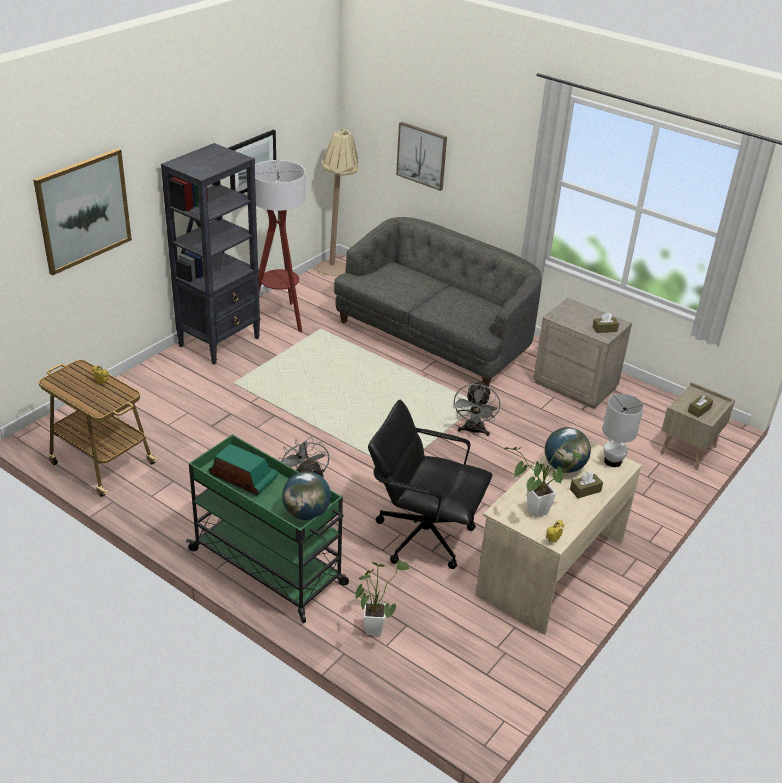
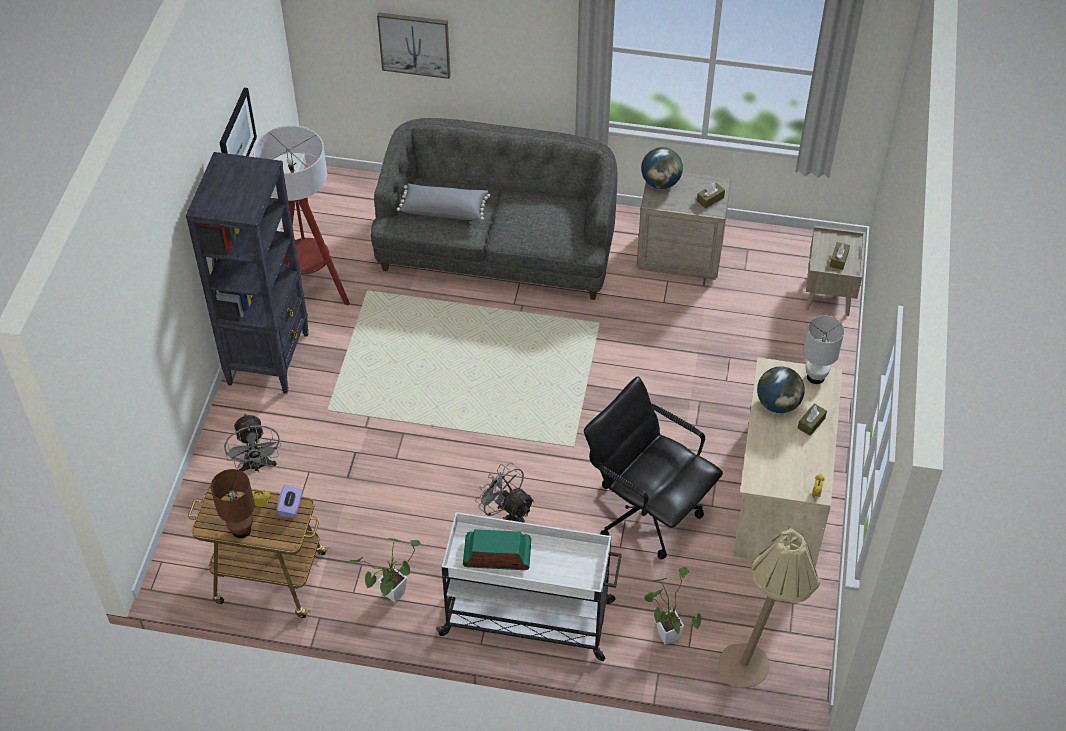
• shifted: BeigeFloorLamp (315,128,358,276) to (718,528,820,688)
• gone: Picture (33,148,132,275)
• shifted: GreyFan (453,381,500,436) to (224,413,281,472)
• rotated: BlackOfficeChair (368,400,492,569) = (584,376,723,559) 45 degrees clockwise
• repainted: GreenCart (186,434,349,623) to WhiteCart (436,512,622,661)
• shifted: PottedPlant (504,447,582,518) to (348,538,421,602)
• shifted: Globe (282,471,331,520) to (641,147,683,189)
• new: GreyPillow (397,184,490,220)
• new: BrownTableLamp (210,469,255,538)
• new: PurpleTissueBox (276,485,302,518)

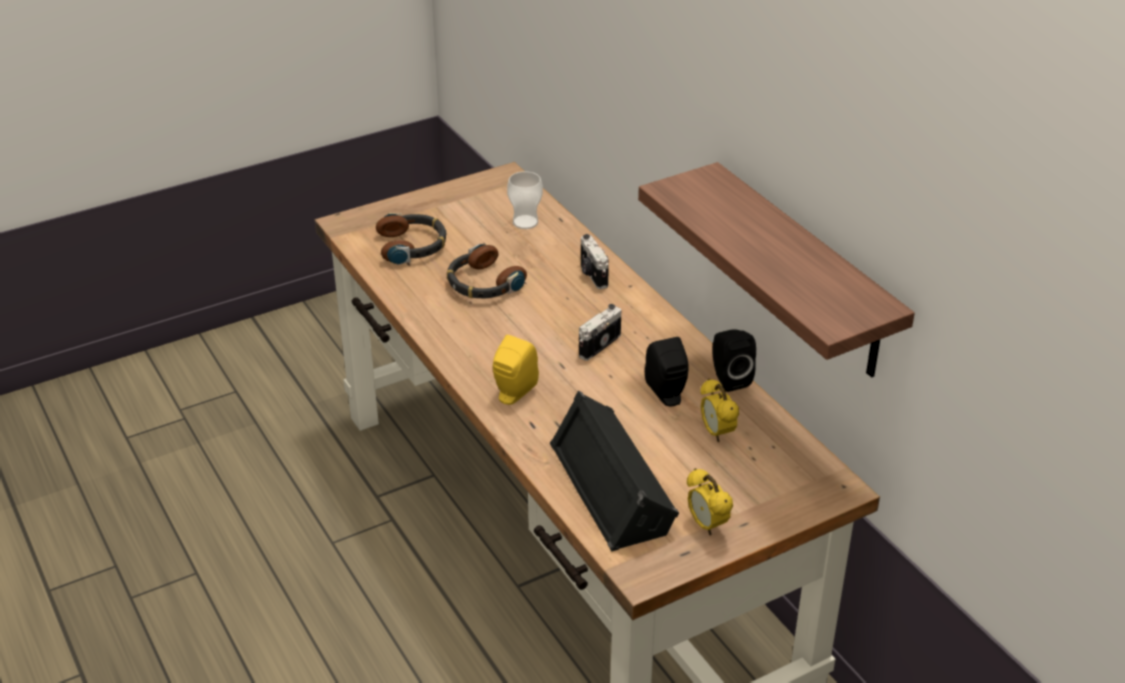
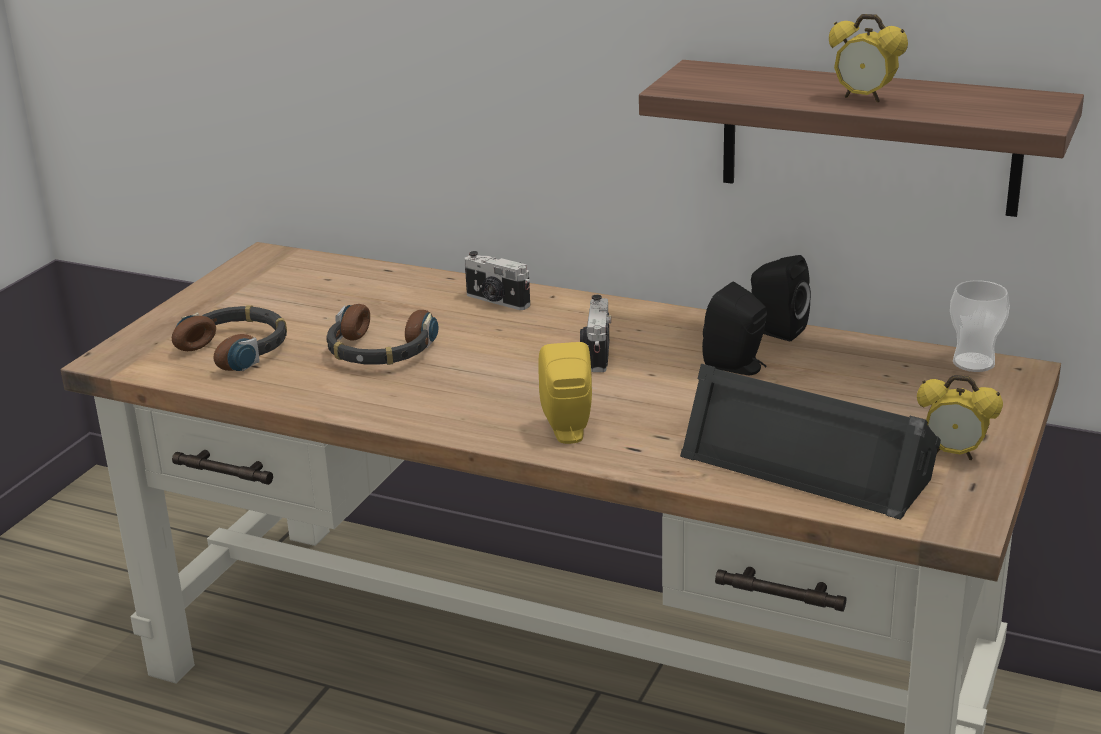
• shifted: Cup (507,171,543,229) to (950,280,1010,372)
• shifted: AlarmClock (700,378,739,442) to (829,14,908,103)

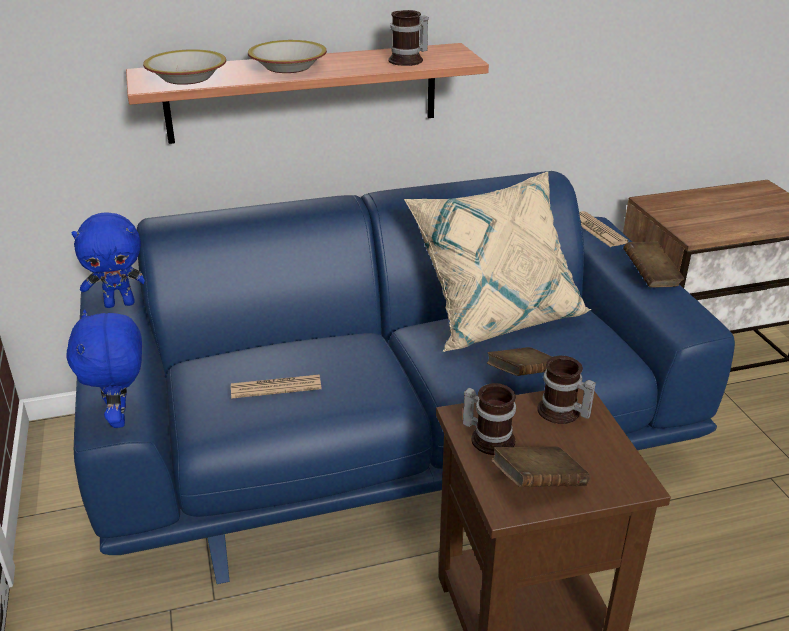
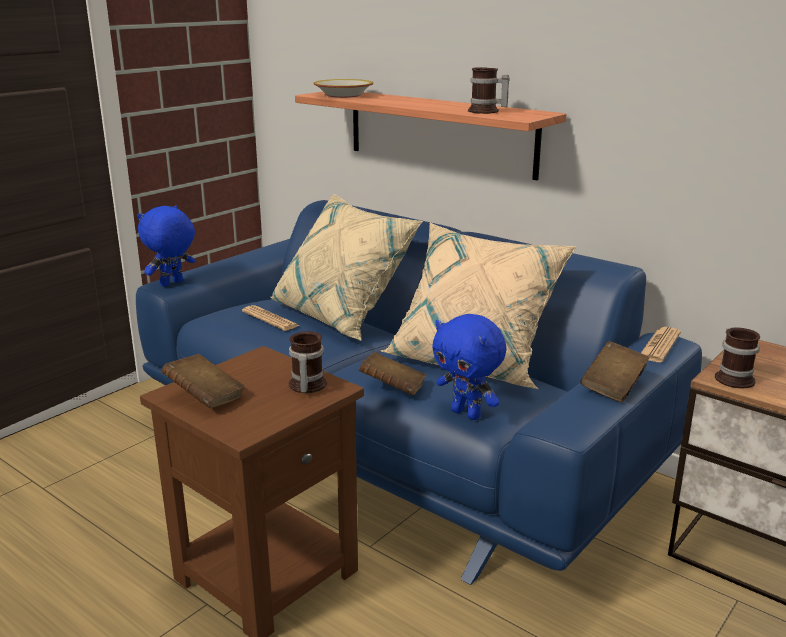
• gone: Bowl (248,40,327,73)
• shifted: BluePlushToy (72,213,145,308) to (432,314,506,420)
• shifted: Mug (463,383,516,455) to (715,327,760,388)
• new: BeigePillow (271,193,423,341)

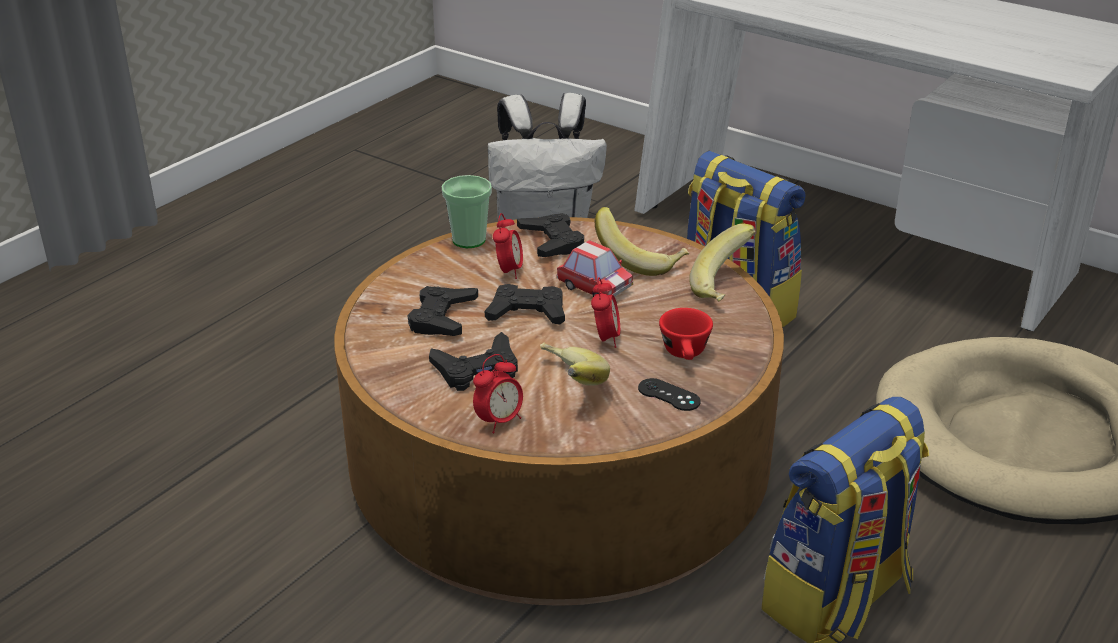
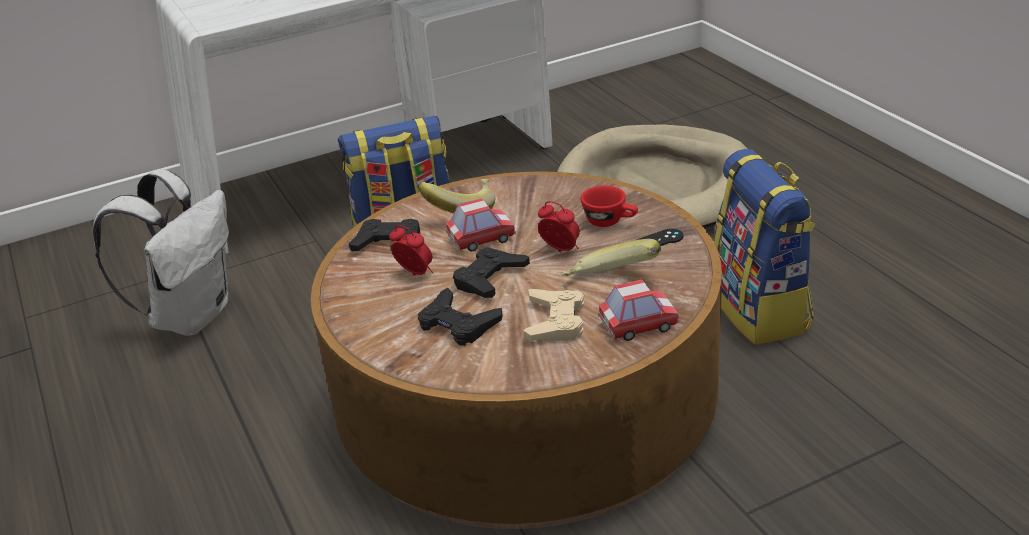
• gone: Cup (442,175,492,248)
• gone: Banana (689,223,756,301)
• repainted: BlackGameController (429,332,518,391) to BeigeGameController (524,289,584,341)
• swapped: AlarmClock (473,354,523,433) to ToyCar (599,280,679,341)

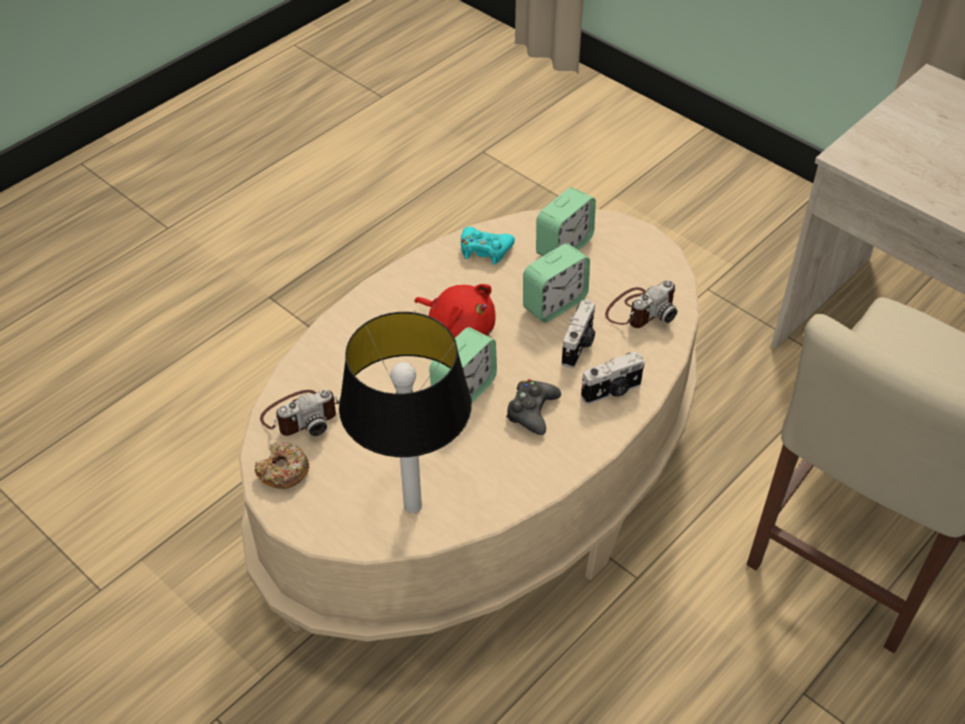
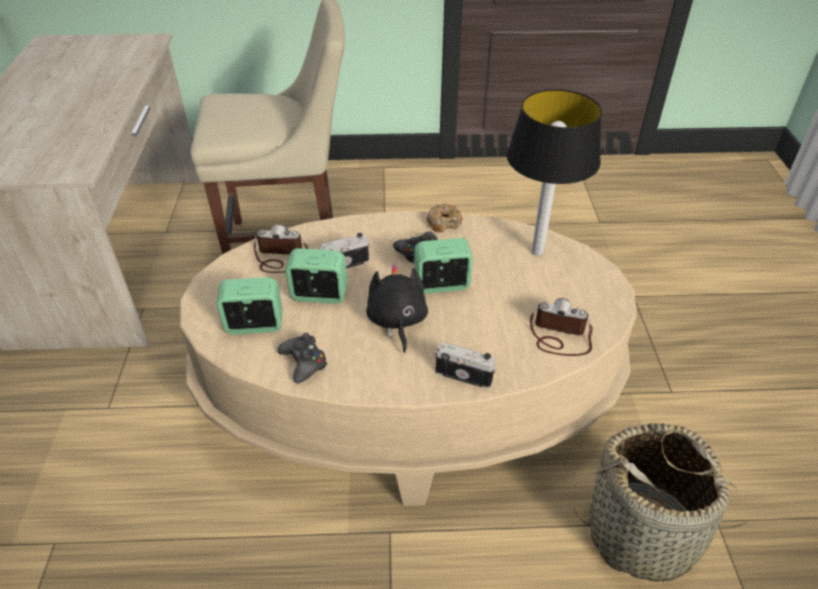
• repainted: TurquoiseGameController (461,227,515,265) to BlackGameController (278,333,328,384)
• repainted: RedPlushToy (415,284,496,338) to BlackPlushToy (366,264,428,353)
• shifted: PhotoCamera (581,352,645,404) to (435,342,496,389)
• shifted: Donut (255,442,309,489) to (427,204,462,232)
• new: Basket (574,423,752,582)

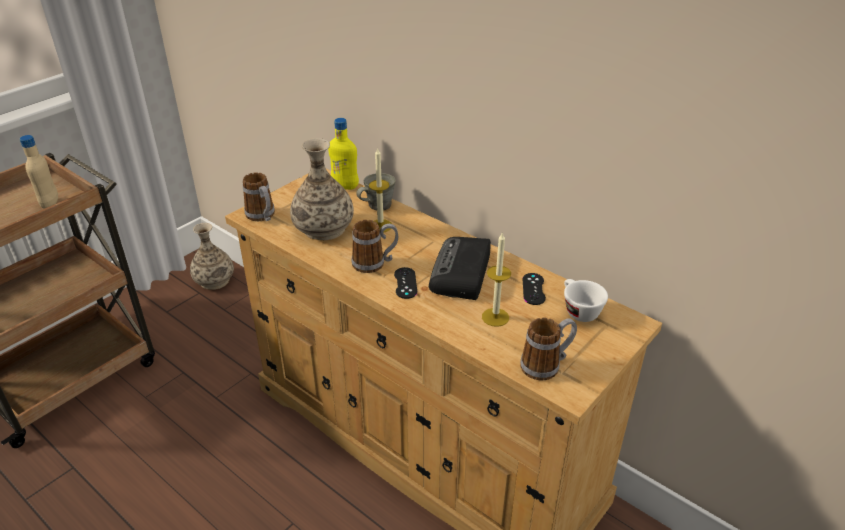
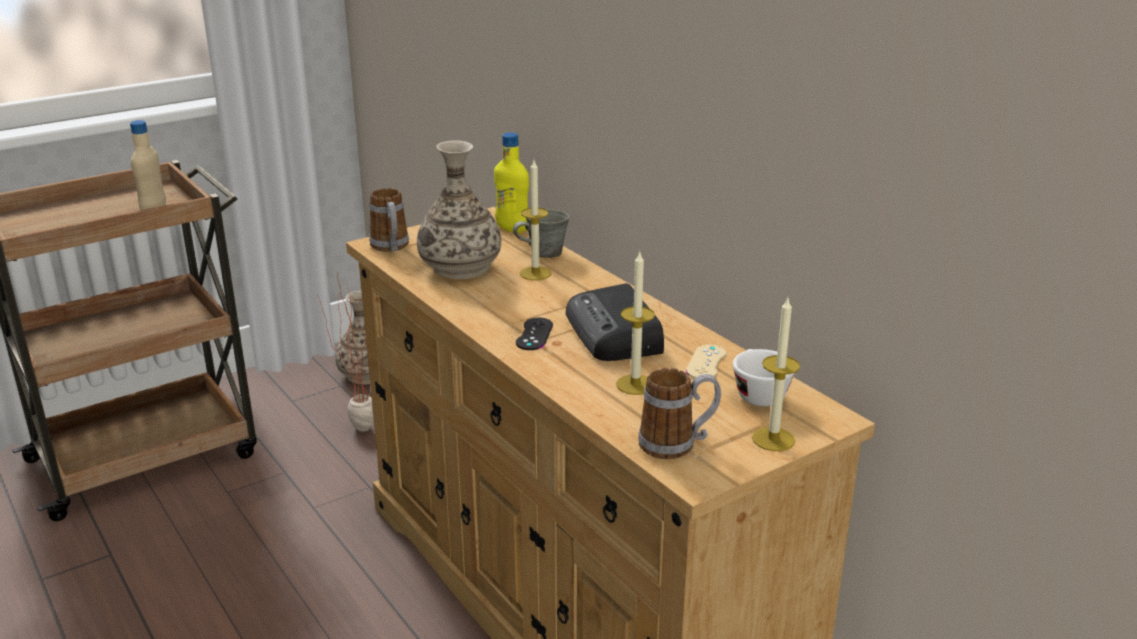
• gone: Mug (352,220,398,273)
• rotated: Radio (429,237,491,300) = (566,283,664,361) 45 degrees counterclockwise
• repainted: BlackGameController (523,273,546,305) to BeigeGameController (686,344,726,378)
• new: PottedPlant (317,271,374,432)
• new: Candle (752,298,800,451)

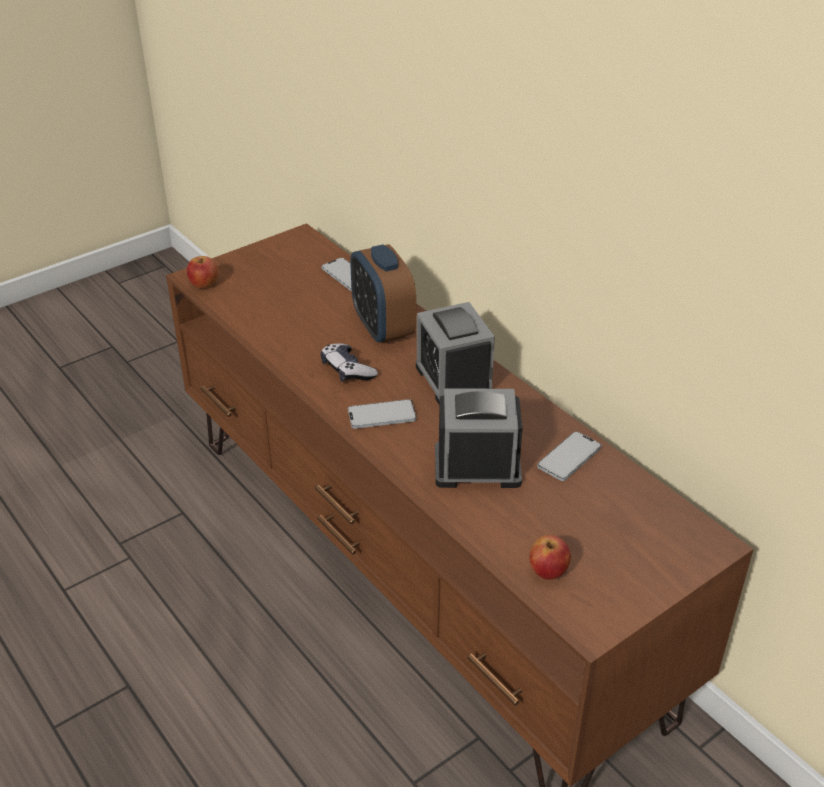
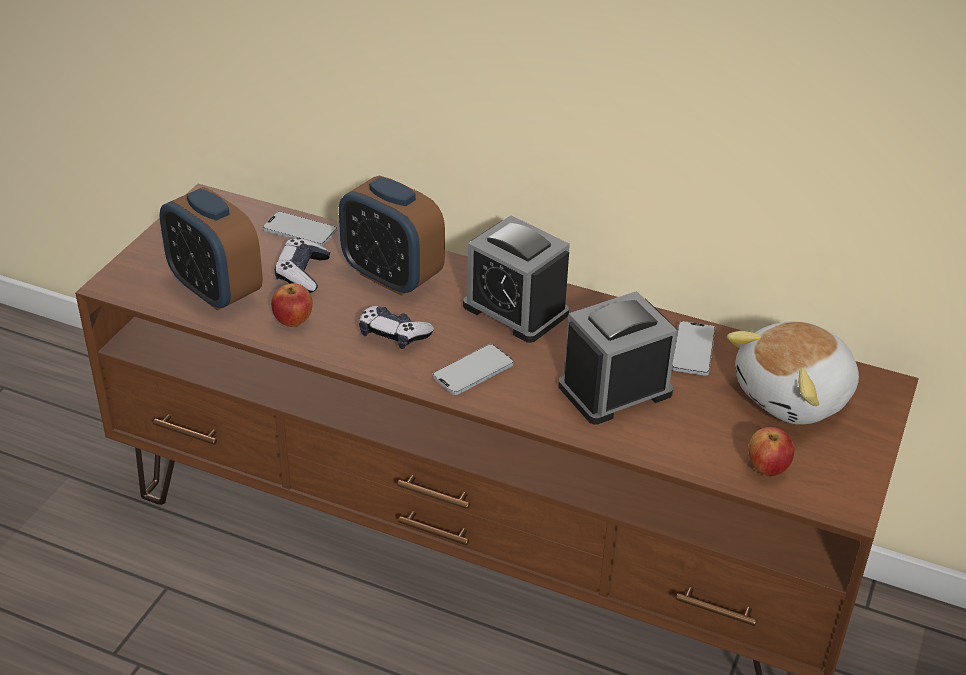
• shifted: Apple (187,256,218,289) to (271,283,313,327)
• new: AlarmClock (160,187,263,311)
• new: GameController (275,238,330,293)
• new: PlushToy (727,321,859,424)

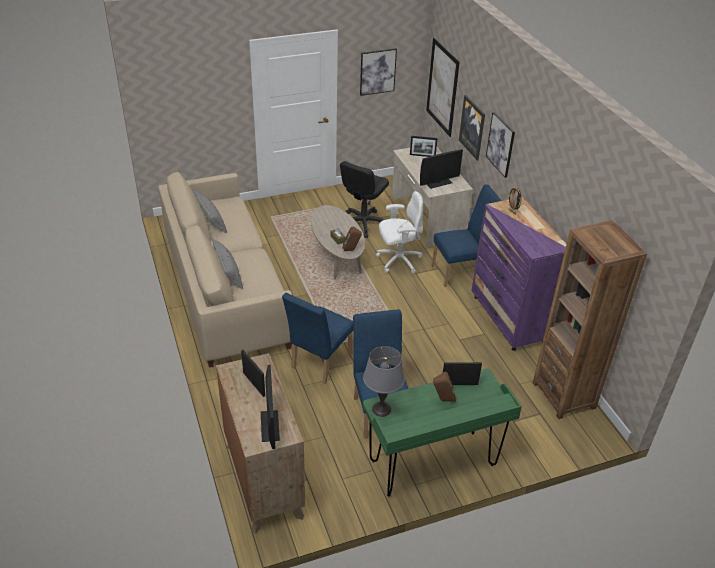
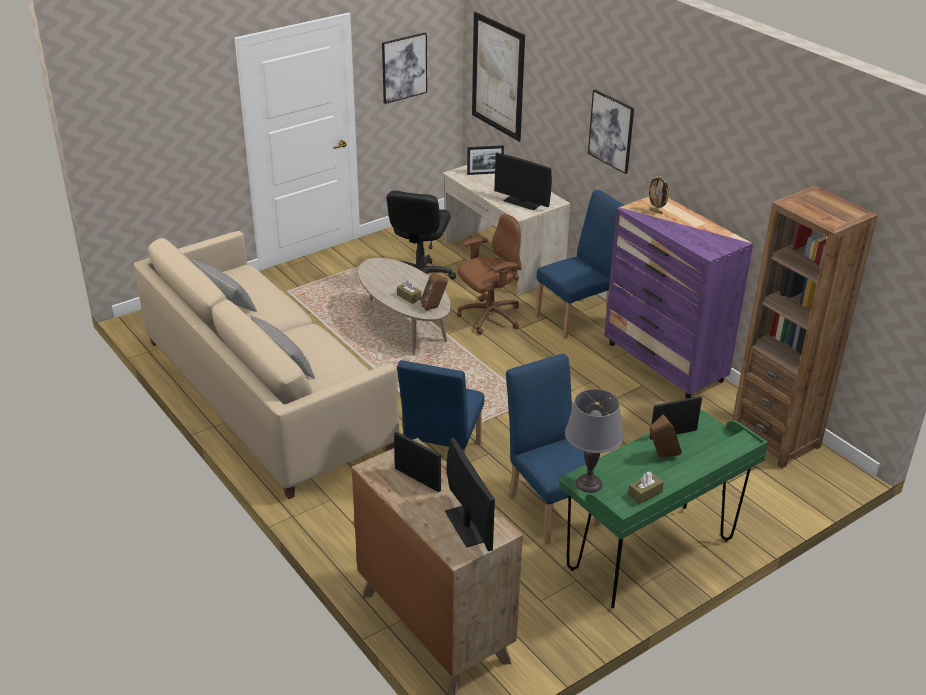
• gone: Picture (459,95,485,161)
• rotated: Monitor (420,149,463,189) = (495,153,552,210) 75 degrees clockwise
• repainted: WhiteOfficeChair (376,191,423,274) to BrownOfficeChair (457,214,522,335)
• new: BrownTissueBox (628,472,664,504)

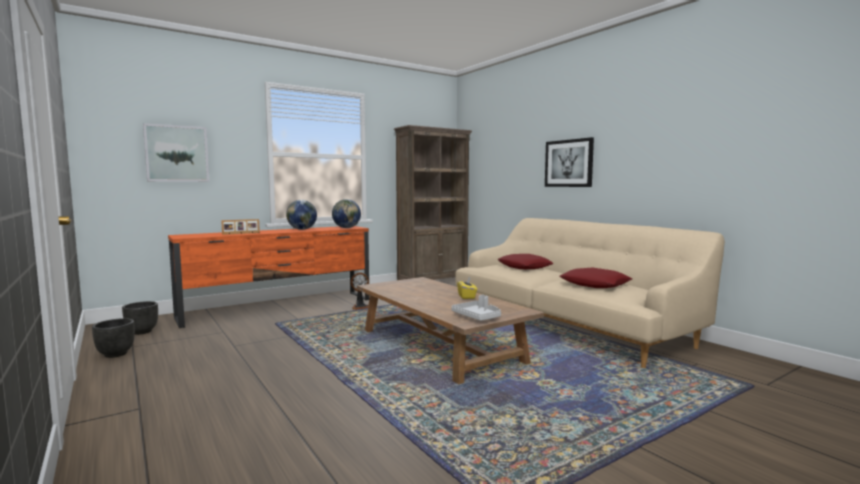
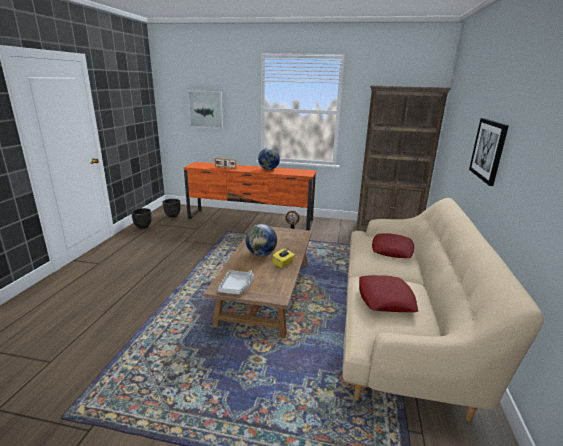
• shifted: Globe (332,199,361,228) to (245,224,277,256)

